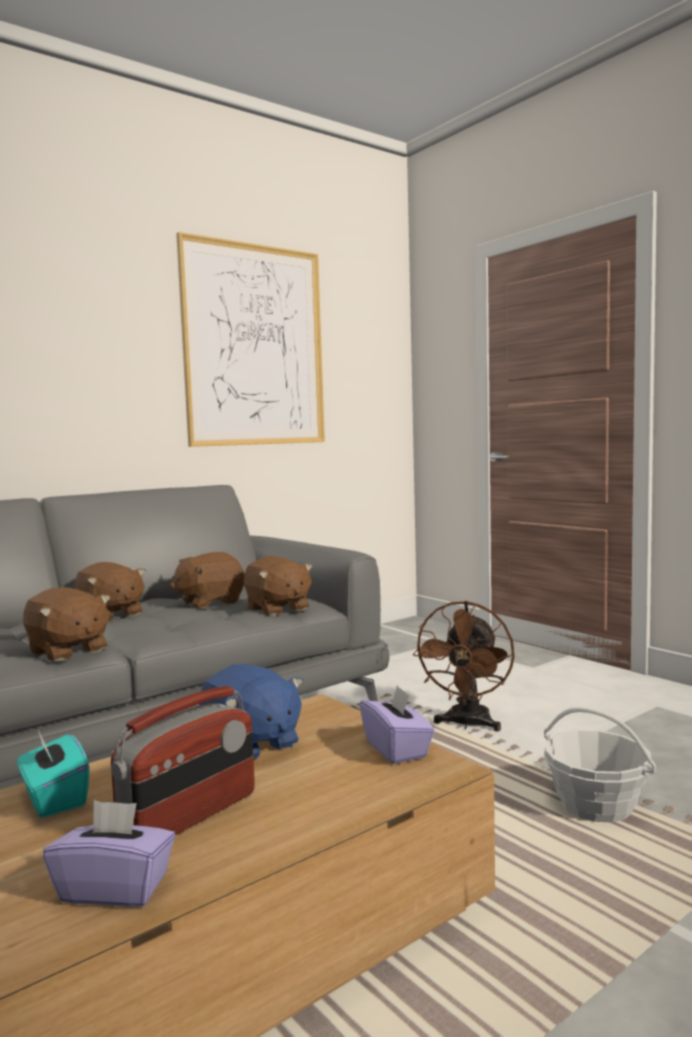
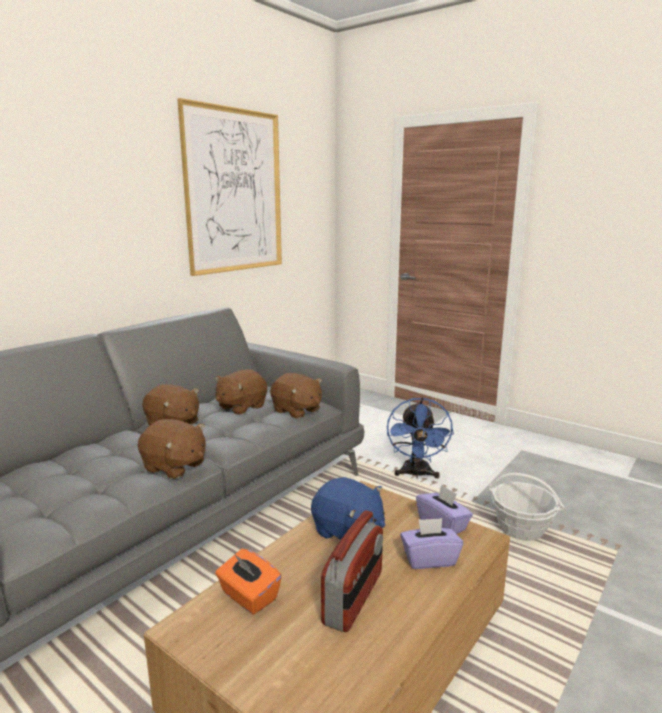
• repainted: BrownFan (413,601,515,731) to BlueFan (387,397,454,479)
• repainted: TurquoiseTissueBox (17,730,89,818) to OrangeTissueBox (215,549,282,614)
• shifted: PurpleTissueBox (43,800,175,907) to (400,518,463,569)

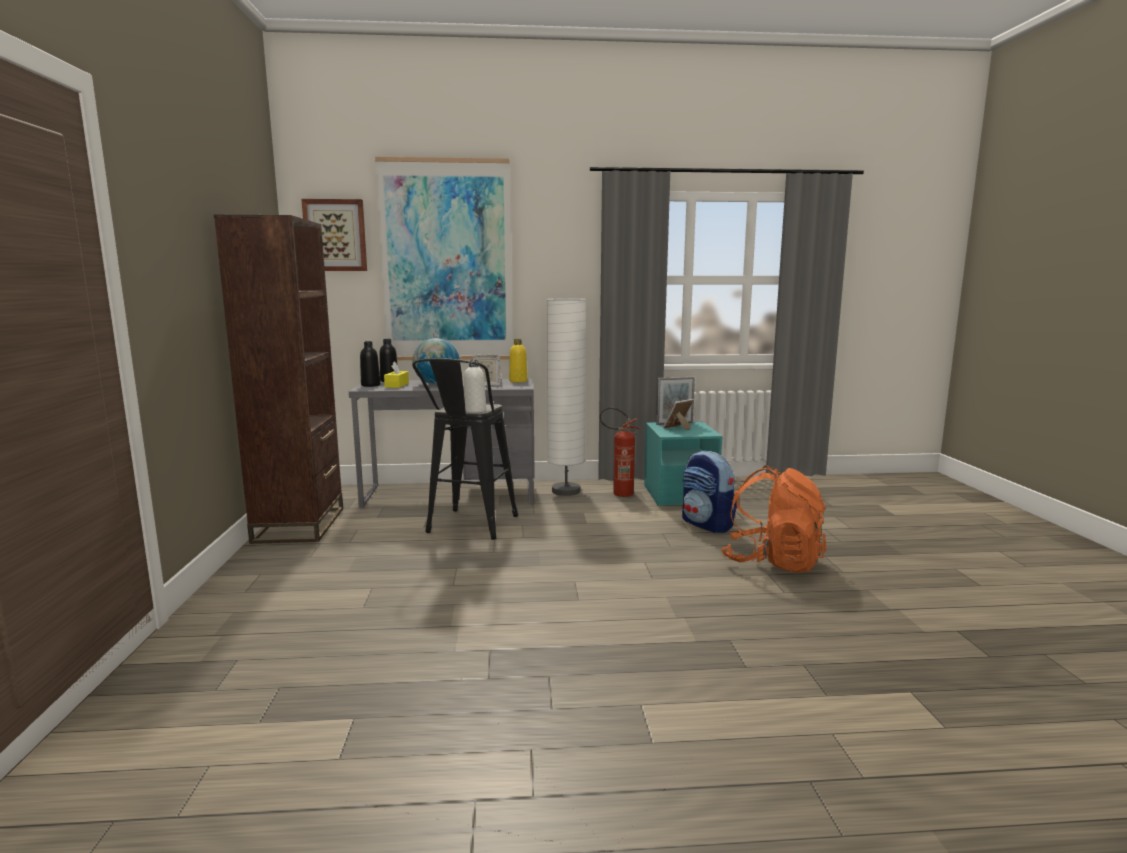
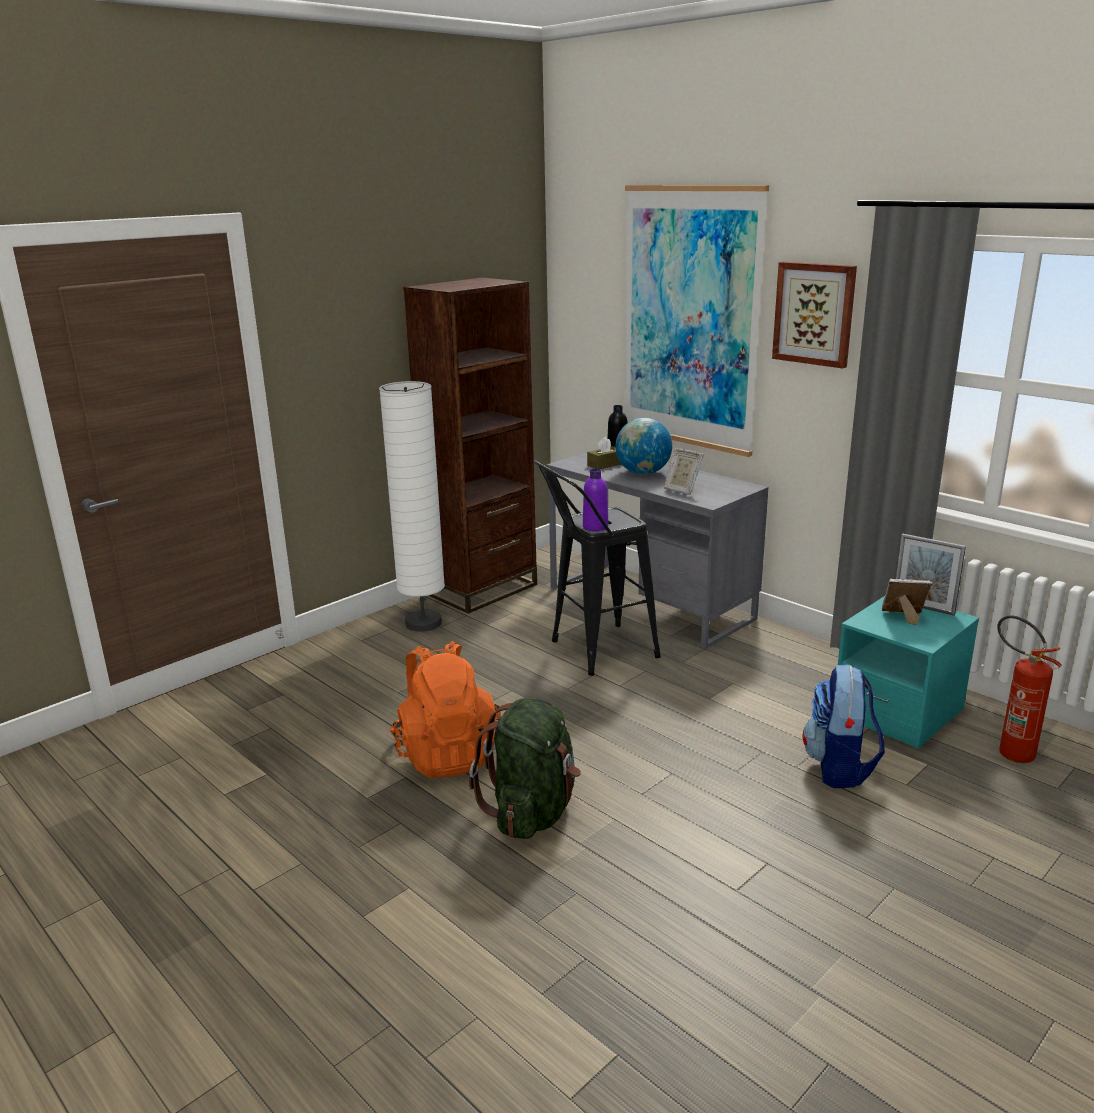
• shifted: Picture (301,199,367,271) to (772,262,857,369)
• shifted: WhiteFloorLamp (547,299,586,496) to (379,381,445,632)
• gone: YellowBottle (509,339,527,382)
• gone: BlackBottle (360,341,381,387)
• repainted: WhiteBottle (464,360,486,413) to PurpleBottle (583,468,608,531)
• repainted: YellowTissueBox (384,361,409,388) to BrownTissueBox (587,437,621,469)
• shifted: FireExtinguisher (599,407,639,497) to (997,615,1062,763)
• shifted: OrangeBackpack (721,466,826,572) to (390,641,501,778)
• new: GreenBackpack (469,698,581,839)

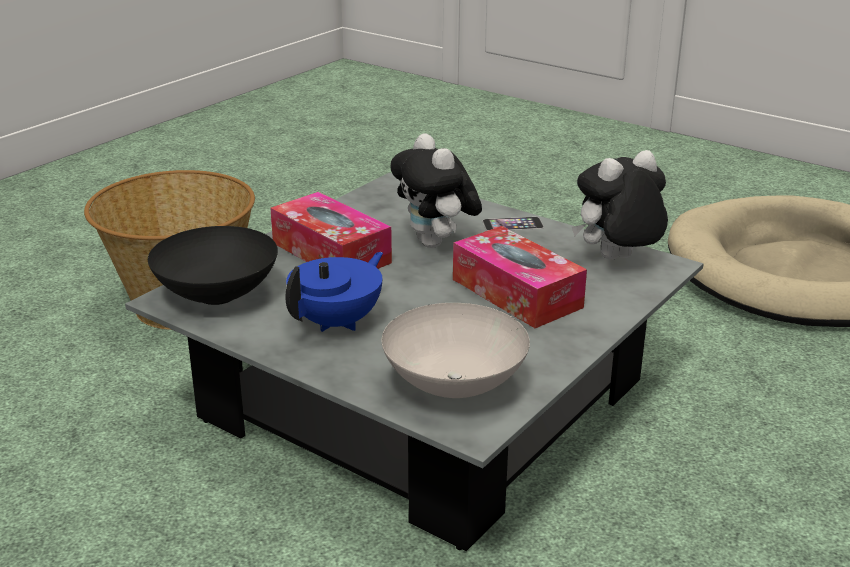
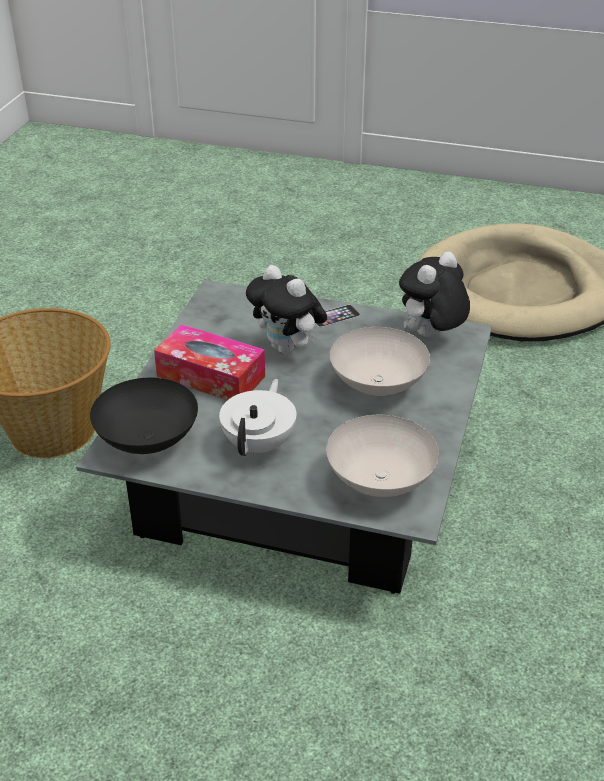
• swapped: TissueBox (453,226,587,328) to WhiteBowl (330,327,430,396)
• repainted: BlueTeapot (285,252,383,332) to WhiteTeapot (219,379,296,456)

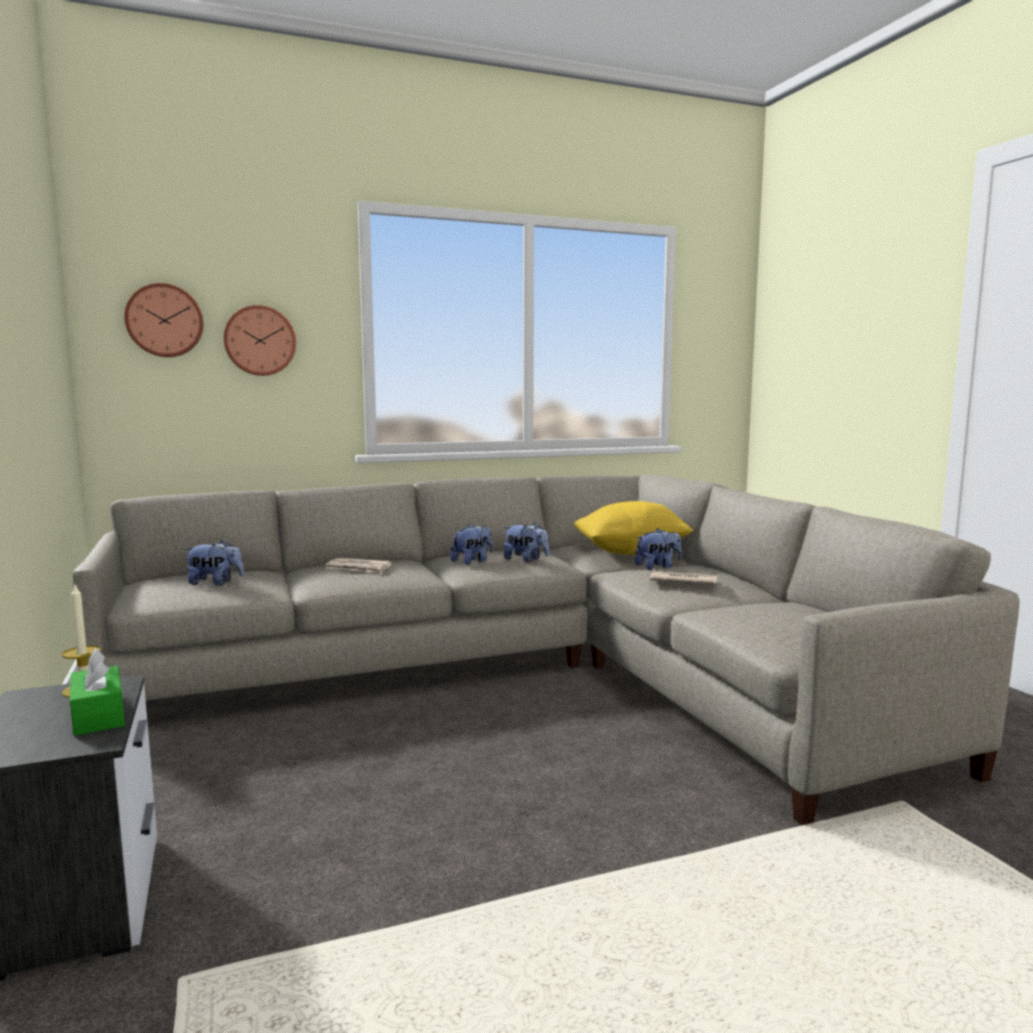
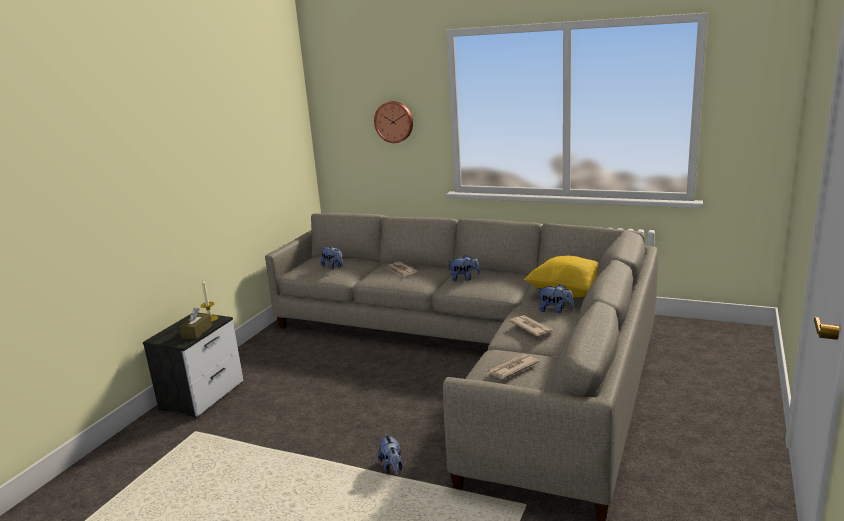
• gone: WallClock (124,283,204,357)
• shifted: PlushToy (504,523,549,562) to (378,434,403,475)
• repainted: GreenTissueBox (70,648,125,736) to BrownTissueBox (179,308,212,339)
• new: Newspaper (486,354,539,379)

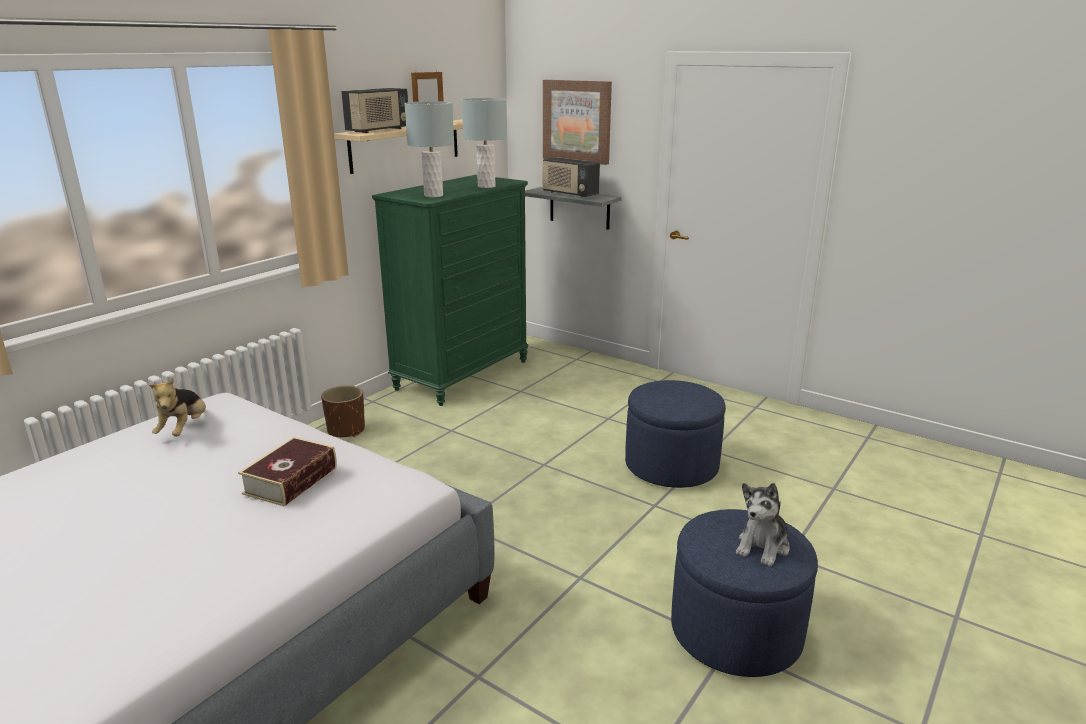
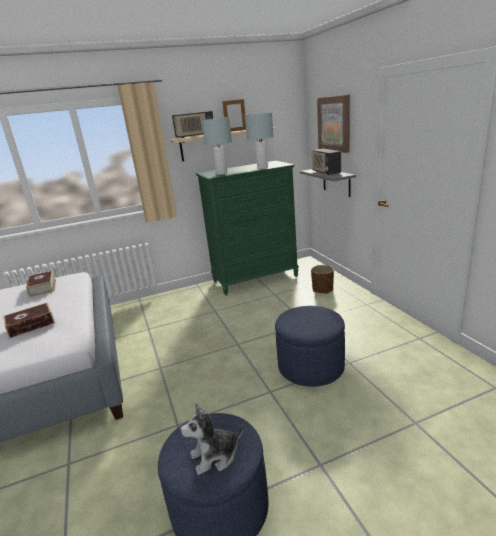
• swapped: PlushToy (149,378,206,436) to Book (26,271,56,297)
• shifted: BrownPlanter (321,385,365,437) to (311,265,334,294)

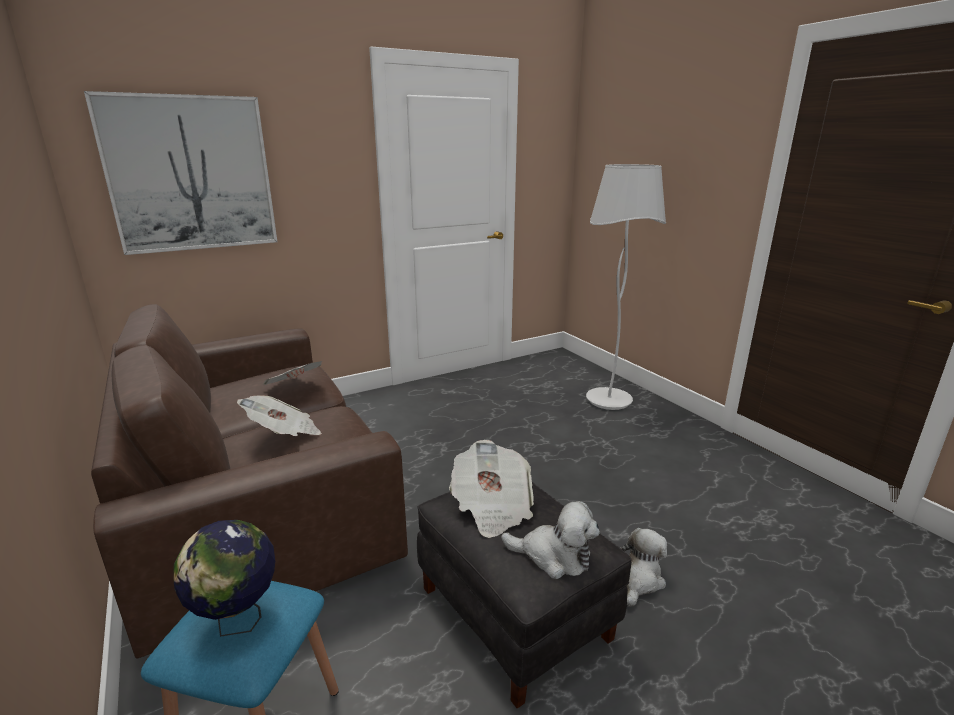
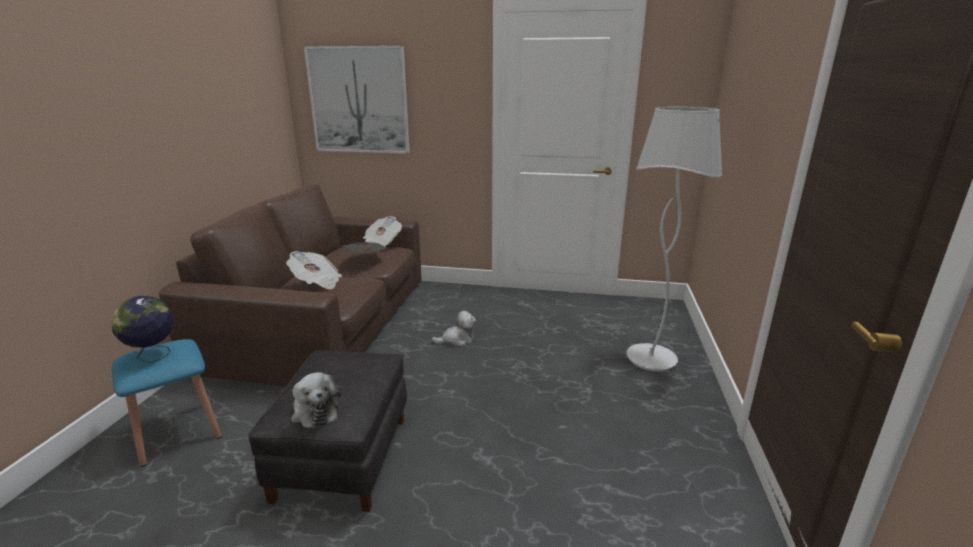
• shifted: Newspaper (449,440,534,538) to (363,216,402,247)
• shifted: PlushToy (620,528,667,607) to (432,311,476,347)

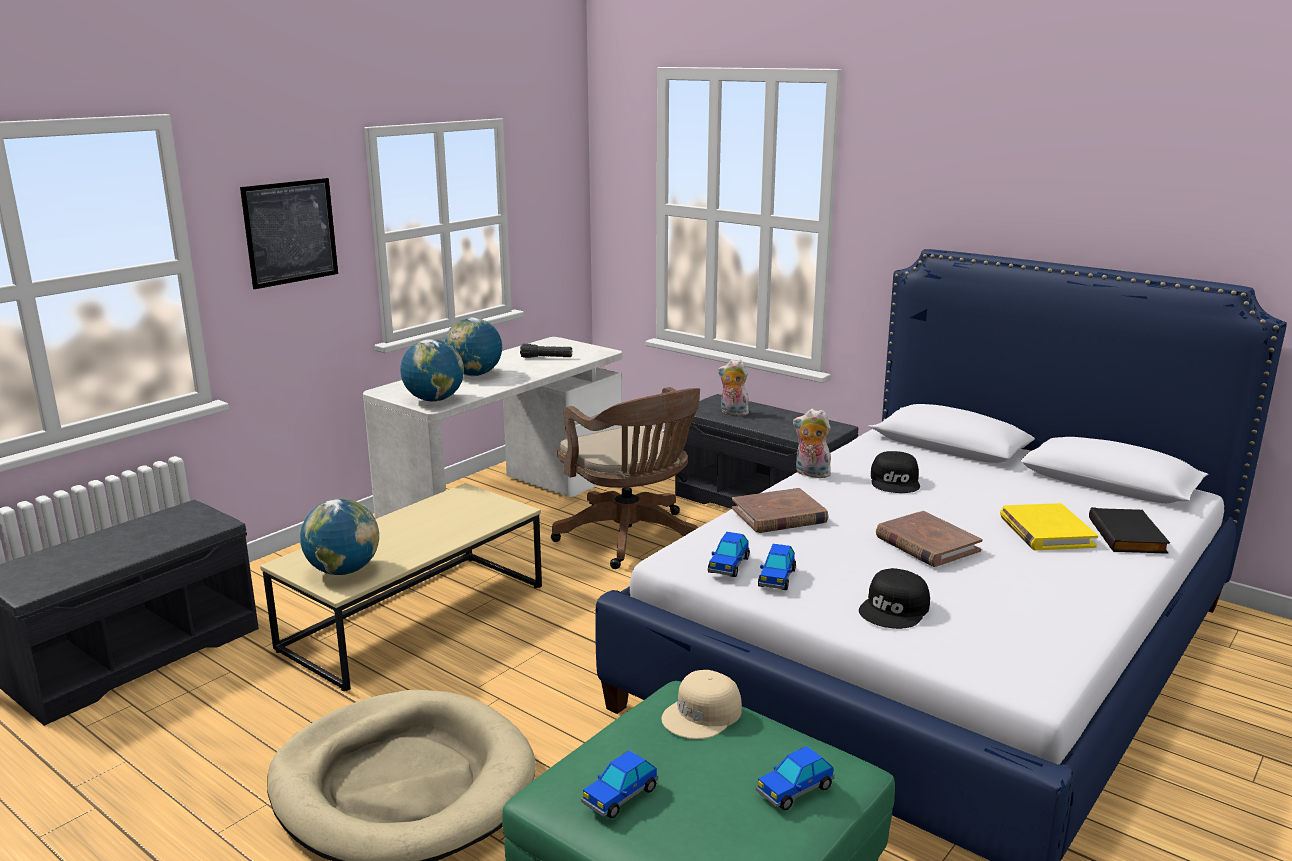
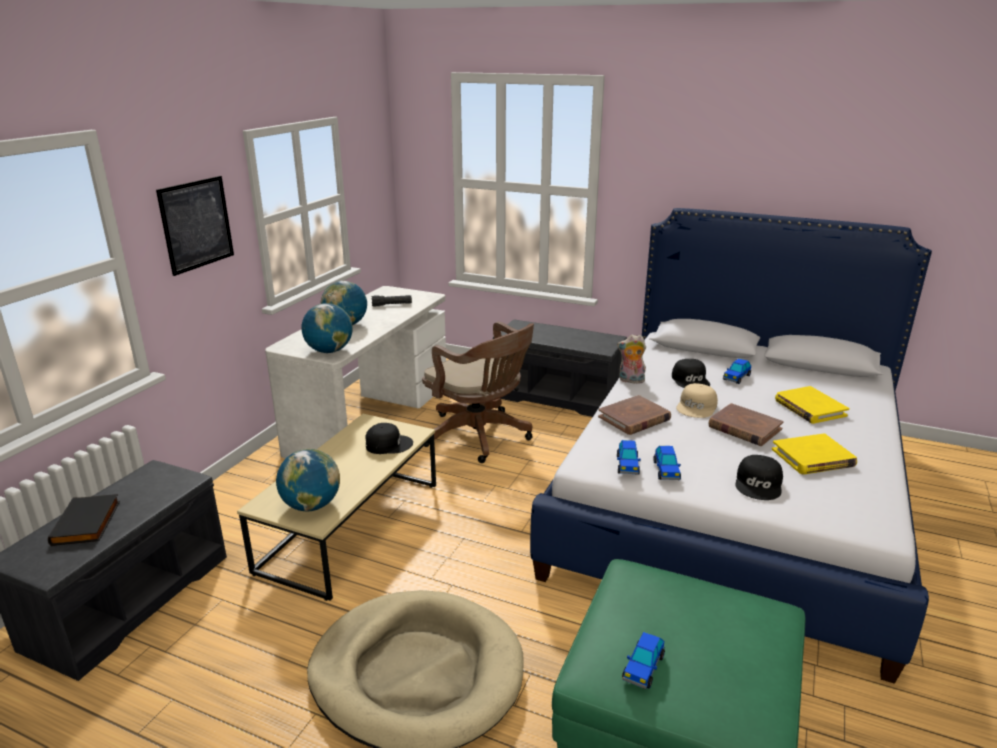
• gone: PlushToy (718,359,749,416)
• shifted: BlackBook (1089,507,1170,554) to (48,494,120,546)
• shifted: BeigeCap (661,670,742,739) to (676,383,718,418)
• shifted: ToyCar (756,746,834,810) to (723,358,751,384)
• new: BlackCap (365,423,413,454)
• new: YellowBook (772,433,857,475)

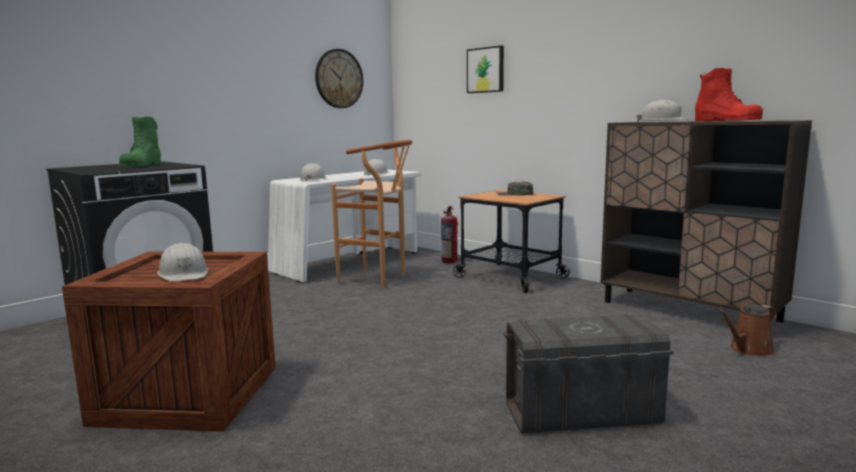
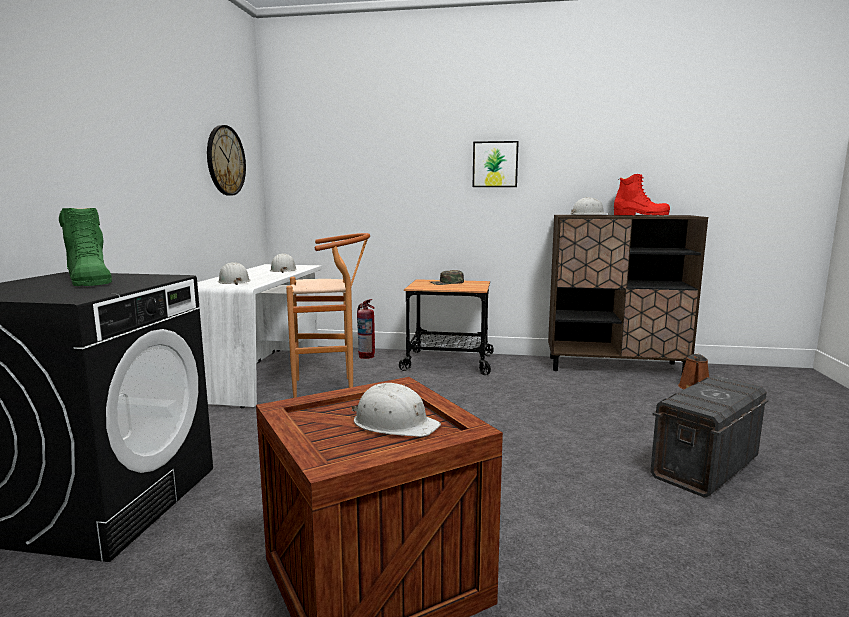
• shifted: Picture (467,45,504,93) to (473,141,519,187)

